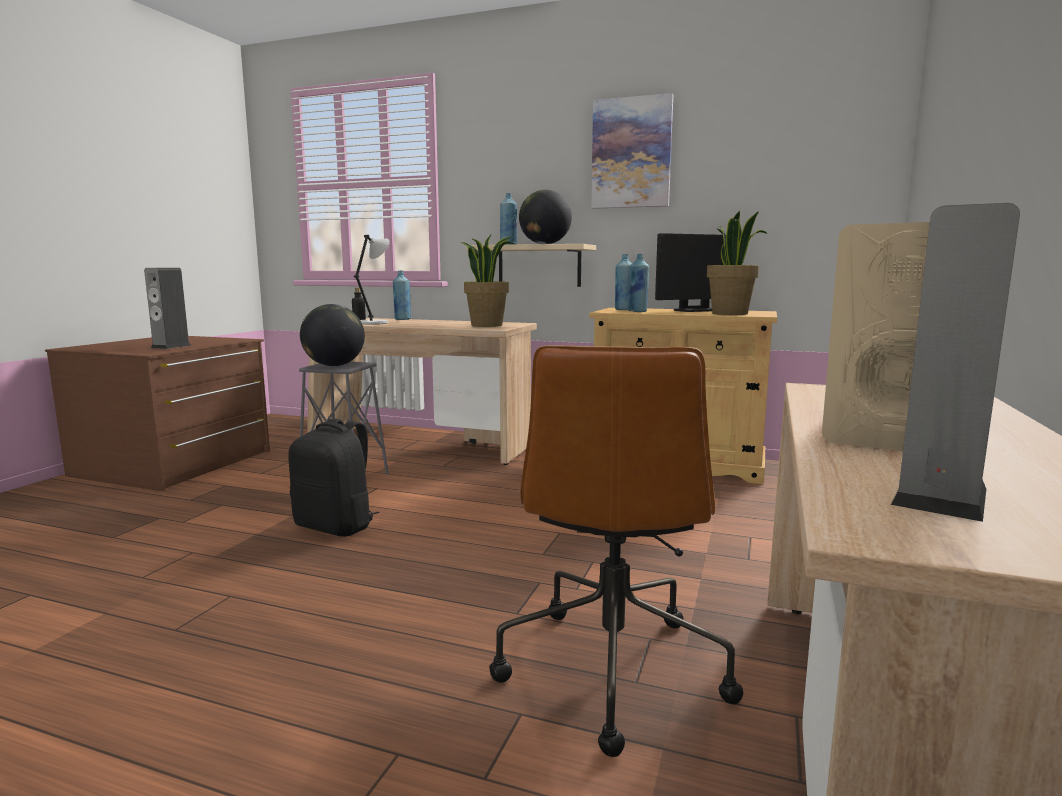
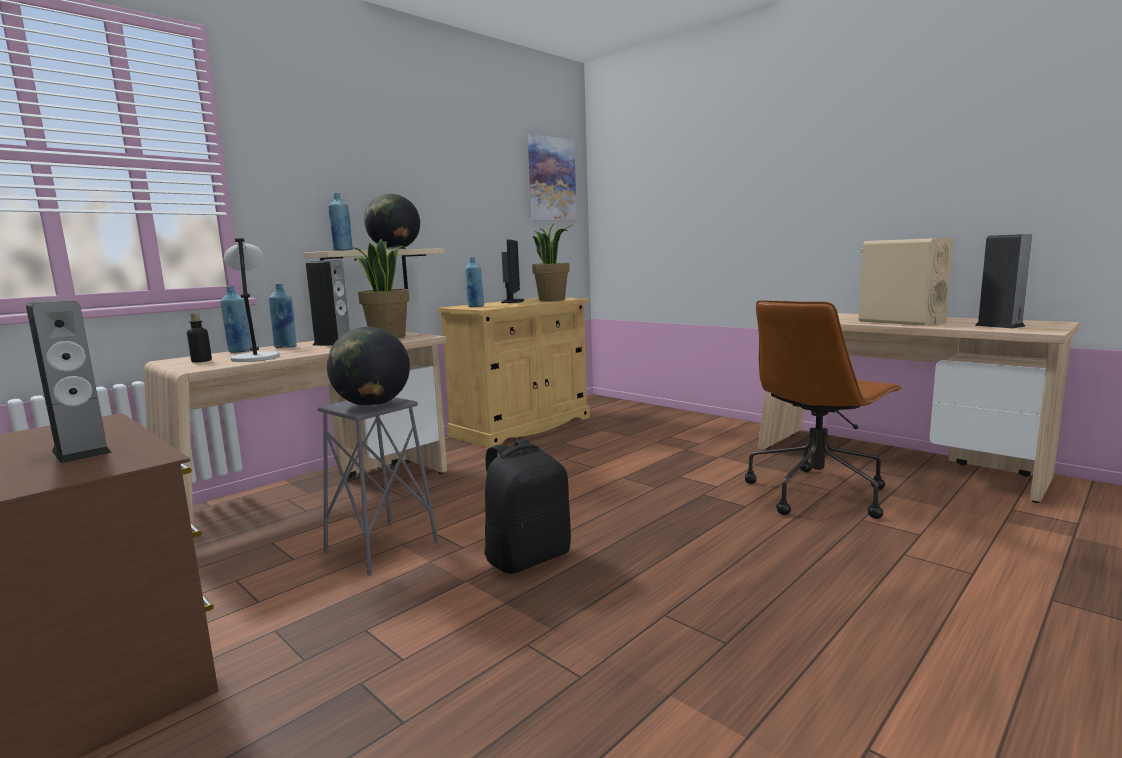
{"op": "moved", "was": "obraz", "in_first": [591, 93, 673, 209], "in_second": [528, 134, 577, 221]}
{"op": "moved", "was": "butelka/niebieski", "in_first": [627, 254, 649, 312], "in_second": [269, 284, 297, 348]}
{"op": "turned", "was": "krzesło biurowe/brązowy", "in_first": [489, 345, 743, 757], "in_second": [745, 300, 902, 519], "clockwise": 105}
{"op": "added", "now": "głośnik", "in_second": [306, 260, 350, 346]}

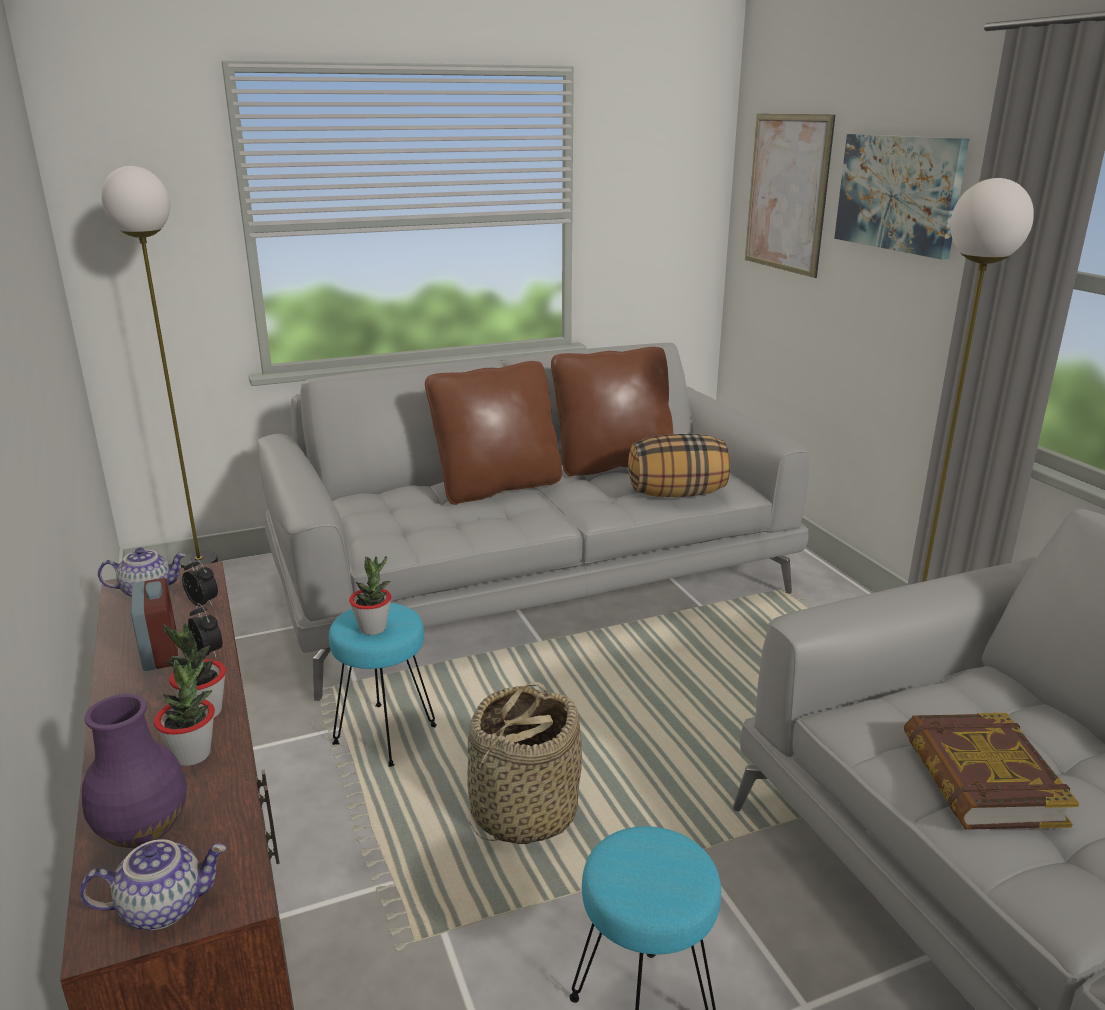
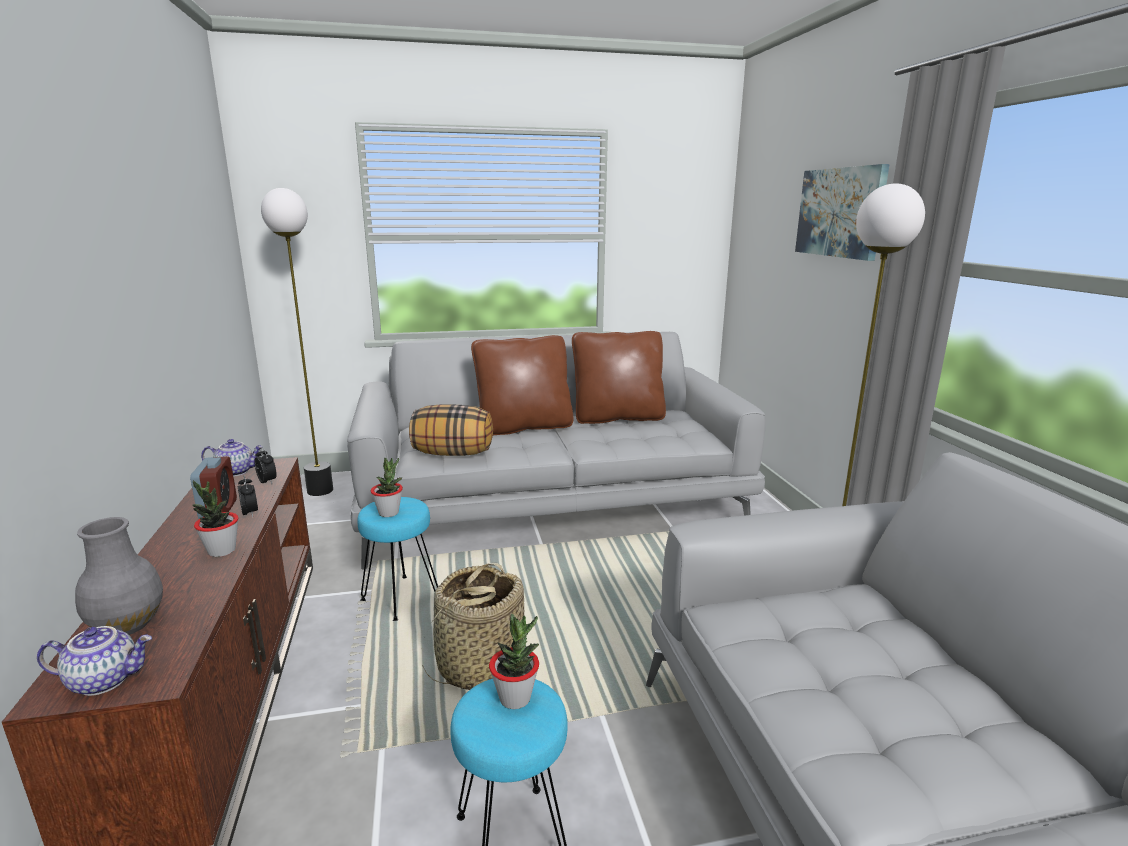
{"op": "removed", "was": "obraz", "in_first": [745, 114, 835, 278]}
{"op": "moved", "was": "poduszka", "in_first": [628, 434, 730, 497], "in_second": [409, 404, 493, 456]}
{"op": "moved", "was": "roślina doniczkowa", "in_first": [154, 659, 215, 766], "in_second": [489, 614, 539, 709]}
{"op": "recoloured", "was": "wazon/fioletowy", "now": "wazon/szary", "in_first": [82, 694, 187, 848], "in_second": [75, 517, 163, 635]}
{"op": "removed", "was": "książka", "in_first": [904, 713, 1079, 830]}

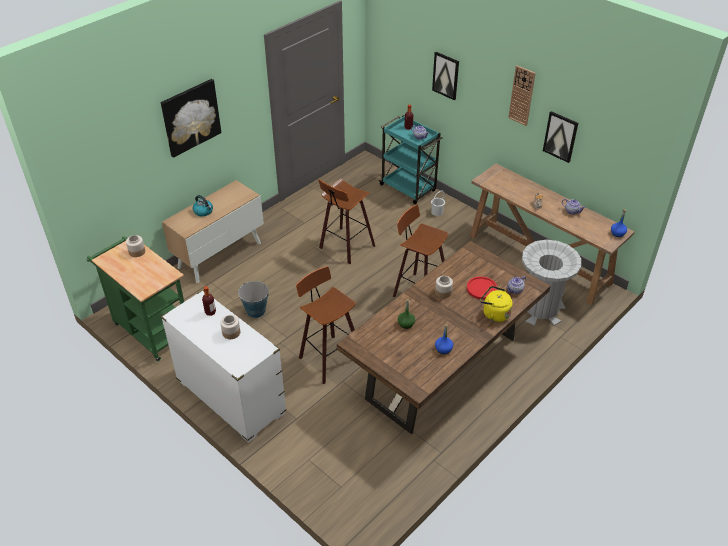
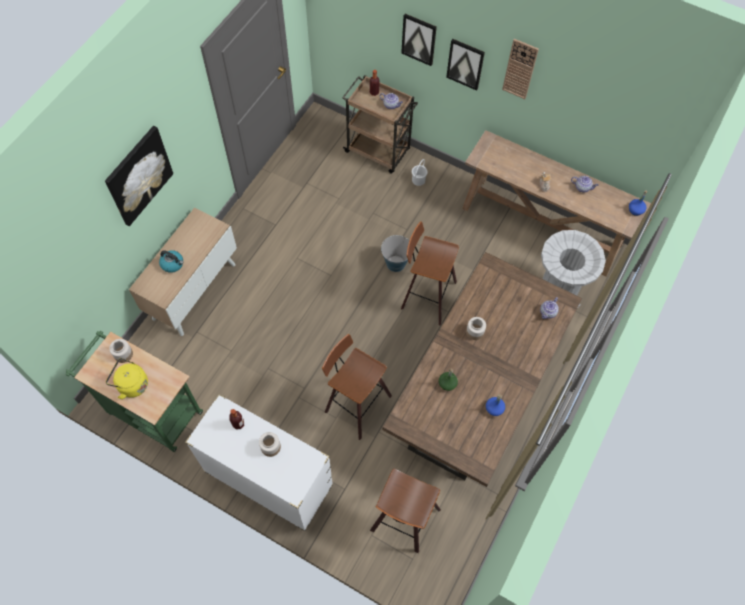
{"op": "moved", "was": "obraz", "in_first": [543, 111, 578, 163], "in_second": [446, 39, 485, 91]}
{"op": "recoloured", "was": "wózek/turkusowy", "now": "wózek/brązowy", "in_first": [378, 115, 443, 204], "in_second": [342, 75, 418, 173]}
{"op": "moved", "was": "stołek", "in_first": [318, 179, 375, 264], "in_second": [370, 469, 441, 553]}
{"op": "removed", "was": "talerz/czerwony", "in_first": [467, 276, 497, 300]}
{"op": "moved", "was": "wiadro", "in_first": [238, 281, 270, 318], "in_second": [381, 235, 409, 272]}
{"op": "moved", "was": "czajnik/żółty", "in_first": [480, 286, 513, 322], "in_second": [106, 358, 148, 399]}

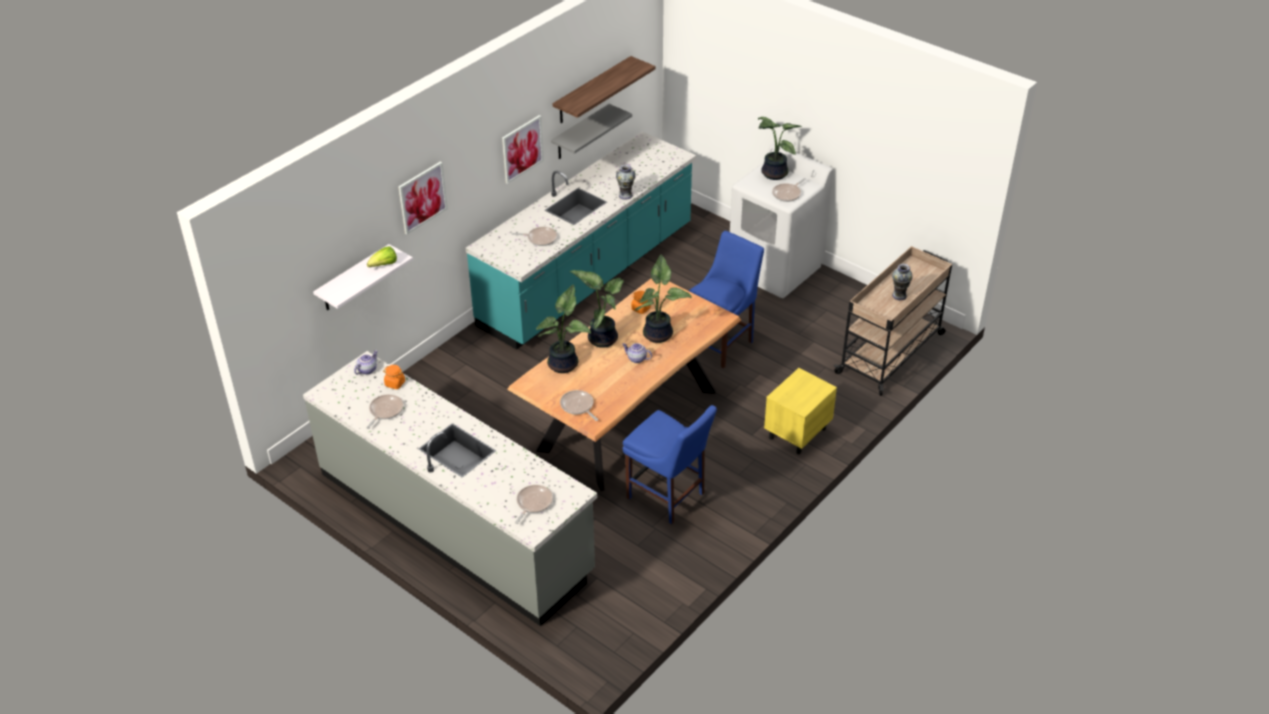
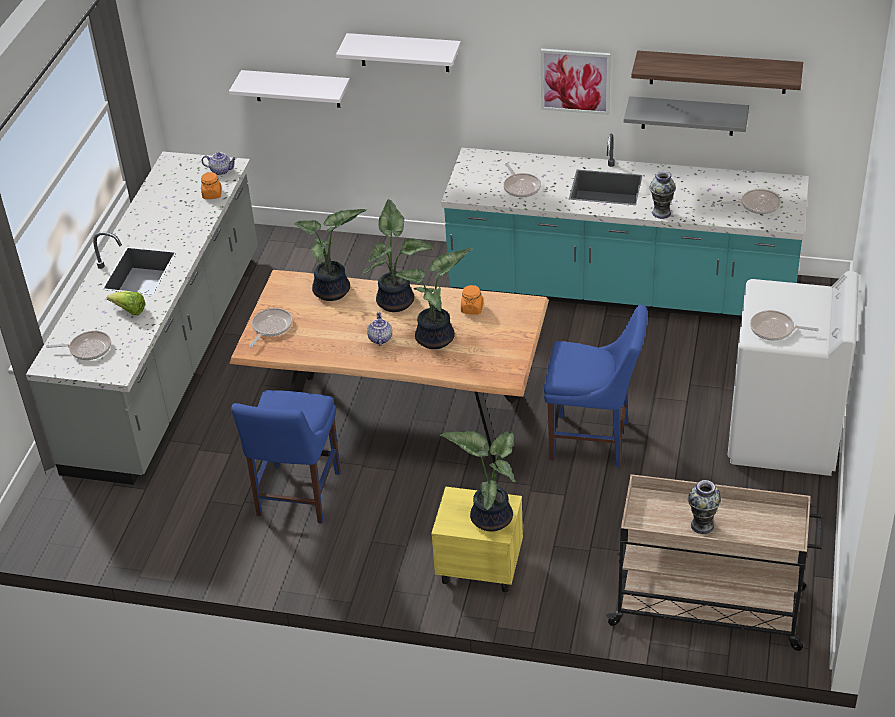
{"op": "moved", "was": "roślina doniczkowa", "in_first": [758, 117, 802, 180], "in_second": [440, 431, 516, 532]}
{"op": "replaced", "was": "obraz", "now": "półka/biały", "in_first": [398, 161, 448, 235], "in_second": [336, 33, 461, 72]}
{"op": "moved", "was": "sałata", "in_first": [367, 246, 397, 267], "in_second": [107, 291, 145, 315]}
{"op": "moved", "was": "patelnia", "in_first": [366, 394, 404, 429], "in_second": [721, 189, 781, 214]}

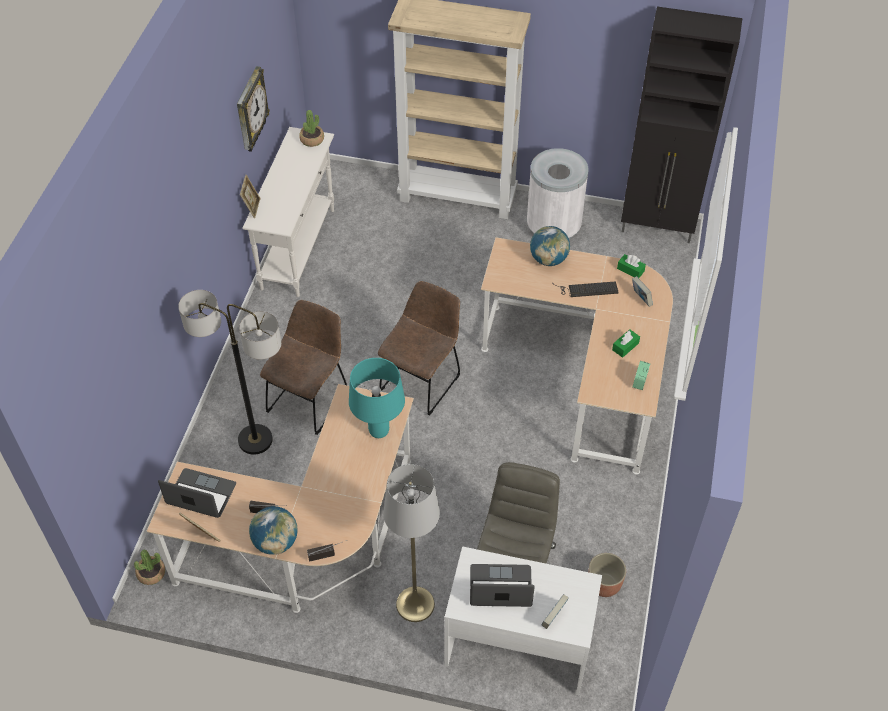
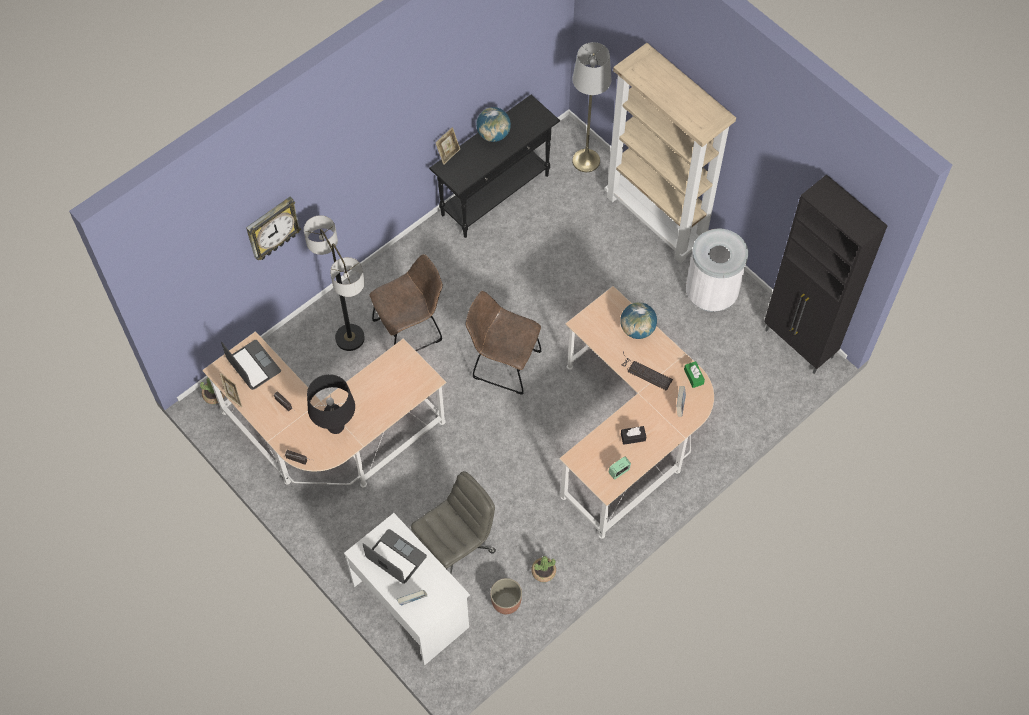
{"op": "moved", "was": "zegar ścienny", "in_first": [237, 66, 270, 152], "in_second": [246, 196, 301, 260]}
{"op": "moved", "was": "roślina doniczkowa", "in_first": [300, 110, 324, 147], "in_second": [531, 556, 556, 582]}
{"op": "recoloured", "was": "stolik konsolowy/biały", "now": "stolik konsolowy/czarny", "in_first": [242, 127, 334, 297], "in_second": [429, 95, 560, 238]}
{"op": "turned", "was": "krzesło/brązowy", "in_first": [378, 281, 460, 415], "in_second": [465, 291, 541, 395], "clockwise": -135}
{"op": "recoloured", "was": "pudełko chusteczek/zielony", "now": "pudełko chusteczek/czarny", "in_first": [612, 329, 640, 358], "in_second": [621, 426, 646, 445]}
{"op": "removed", "was": "lampa stołowa/turkusowy", "in_first": [349, 358, 405, 438]}
{"op": "moved", "was": "lampa stojąca/szary", "in_first": [384, 464, 440, 622], "in_second": [572, 42, 611, 172]}
{"op": "moved", "was": "globus", "in_first": [249, 506, 298, 555], "in_second": [476, 107, 511, 142]}
{"op": "added", "now": "lampa stołowa/czarny", "in_second": [307, 374, 355, 434]}

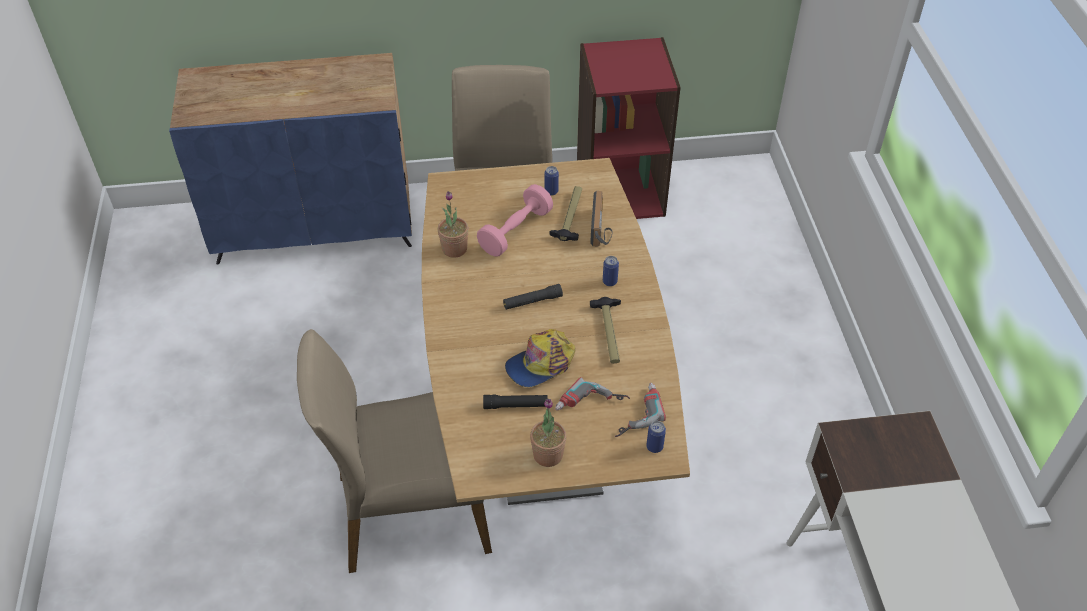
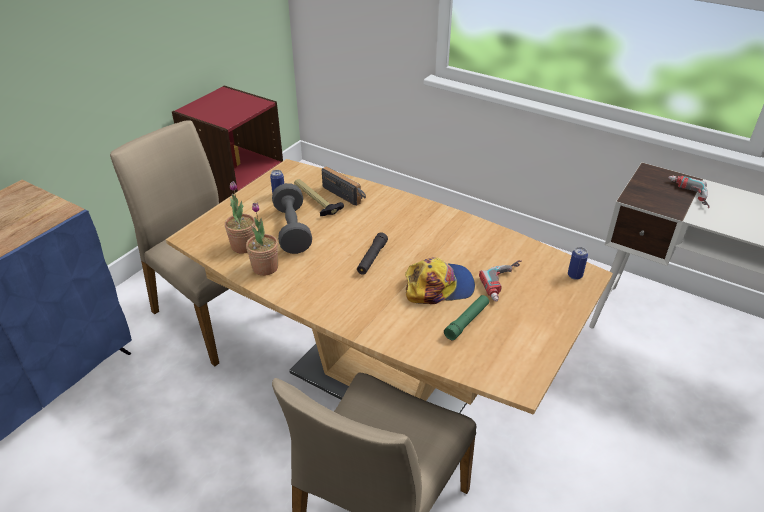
{"op": "recoloured", "was": "hantel/różowy", "now": "hantel/szary", "in_first": [477, 184, 553, 256], "in_second": [272, 183, 312, 254]}
{"op": "removed", "was": "puszka", "in_first": [603, 256, 619, 286]}
{"op": "removed", "was": "młotek", "in_first": [590, 297, 621, 363]}
{"op": "turned", "was": "czapka z daszkiem", "in_first": [505, 329, 576, 387], "in_second": [405, 257, 475, 304], "clockwise": -105}
{"op": "moved", "was": "wiertarka", "in_first": [615, 383, 666, 437], "in_second": [668, 176, 710, 209]}
{"op": "recoloured", "was": "latarka/czarny", "now": "latarka/zielony", "in_first": [483, 395, 548, 409], "in_second": [444, 295, 489, 340]}
{"op": "moved", "was": "roślina doniczkowa", "in_first": [530, 399, 567, 467], "in_second": [225, 181, 256, 253]}

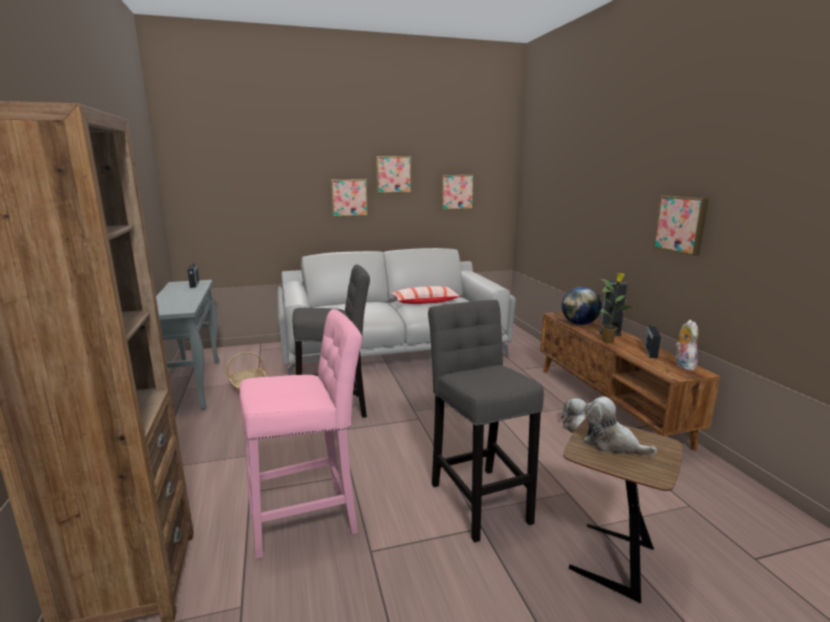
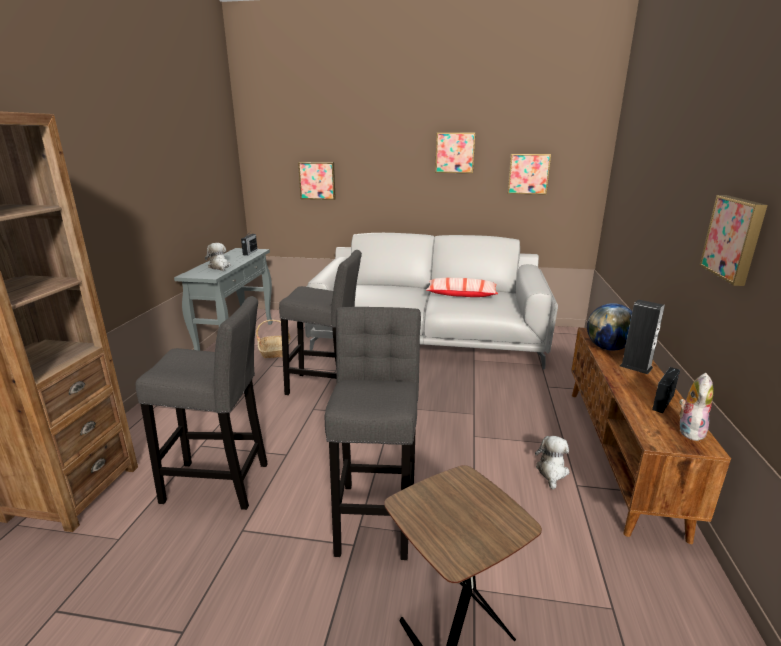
{"op": "moved", "was": "obraz", "in_first": [331, 180, 368, 217], "in_second": [298, 162, 336, 200]}
{"op": "removed", "was": "roślina doniczkowa", "in_first": [597, 273, 635, 343]}
{"op": "recoloured", "was": "stołek/różowy", "now": "stołek/szary", "in_first": [240, 309, 362, 559], "in_second": [136, 296, 268, 510]}
{"op": "moved", "was": "pluszak", "in_first": [584, 397, 657, 456], "in_second": [205, 243, 231, 271]}

